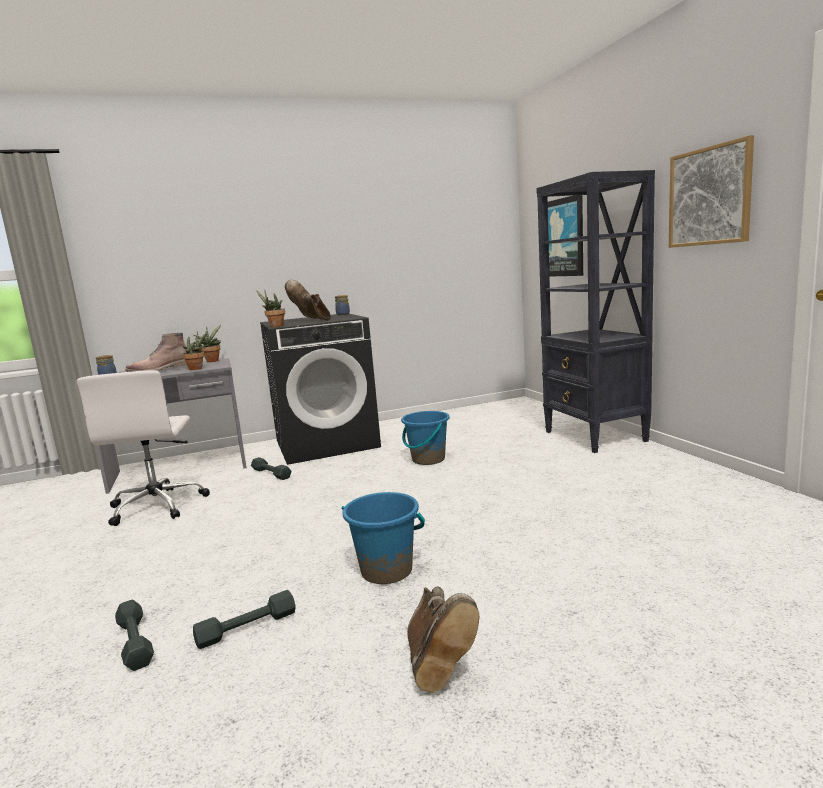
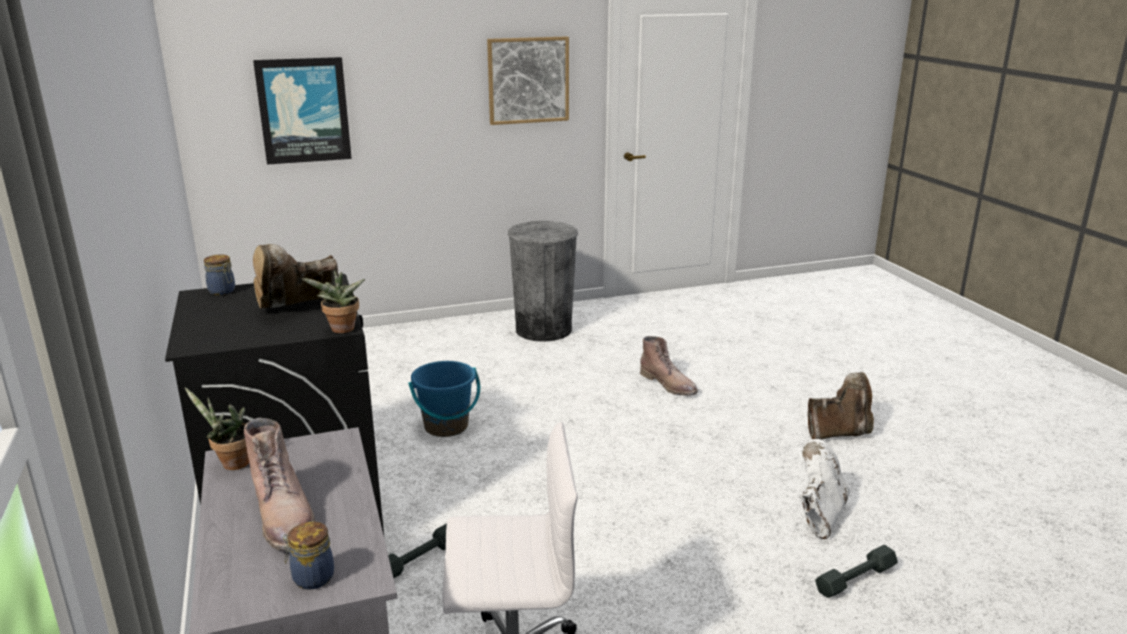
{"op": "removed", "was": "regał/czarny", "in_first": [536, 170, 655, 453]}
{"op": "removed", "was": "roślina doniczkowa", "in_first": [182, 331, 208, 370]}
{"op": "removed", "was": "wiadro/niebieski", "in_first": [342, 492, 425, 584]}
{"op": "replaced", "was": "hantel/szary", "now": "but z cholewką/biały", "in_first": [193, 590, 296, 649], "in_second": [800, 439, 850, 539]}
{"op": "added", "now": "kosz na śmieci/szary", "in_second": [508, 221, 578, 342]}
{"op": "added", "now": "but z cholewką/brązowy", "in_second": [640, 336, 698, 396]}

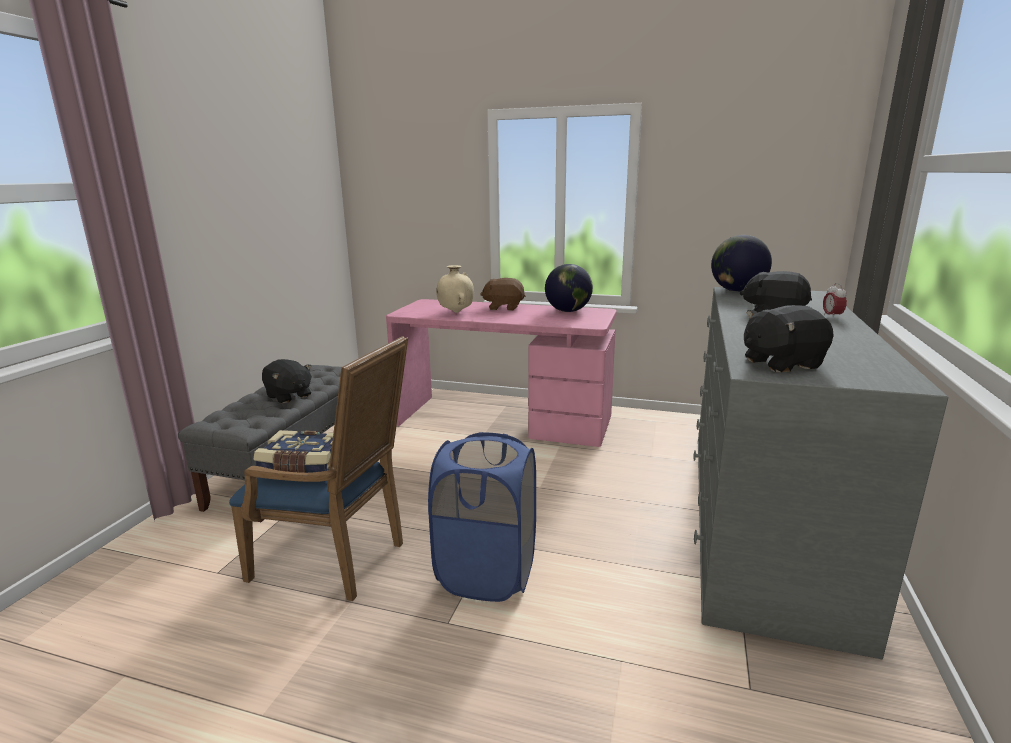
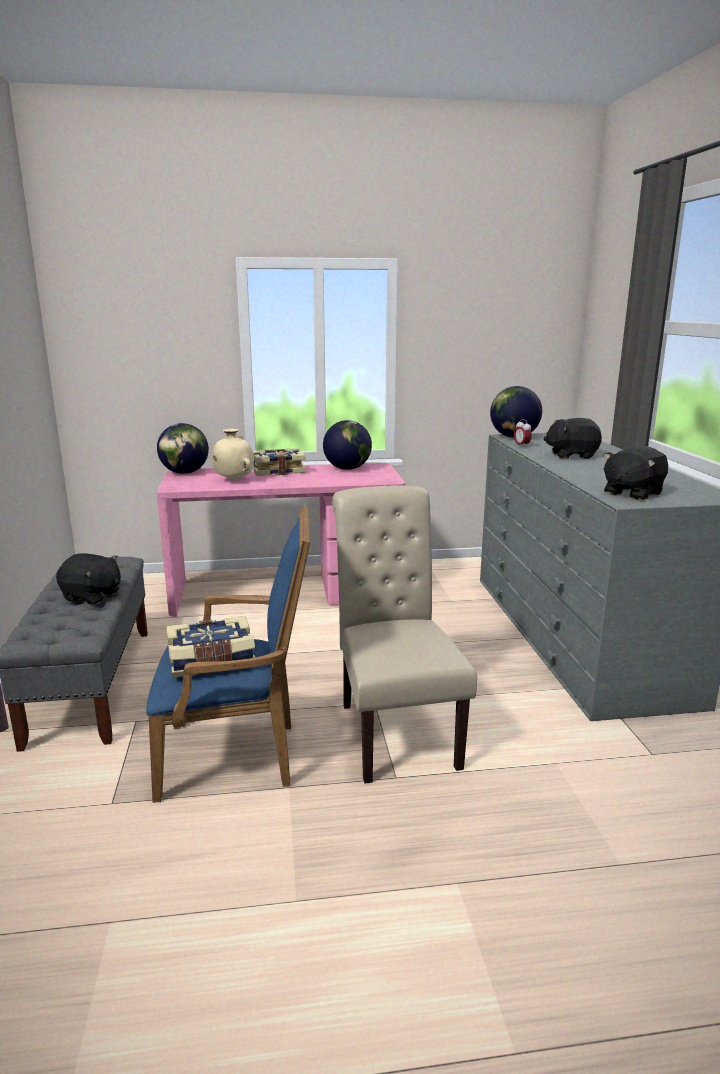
{"op": "replaced", "was": "pluszak/brązowy", "now": "książka", "in_first": [480, 278, 525, 311], "in_second": [252, 448, 306, 476]}
{"op": "moved", "was": "budzik", "in_first": [823, 283, 847, 319], "in_second": [514, 419, 532, 448]}
{"op": "replaced", "was": "kosz na pranie/niebieski", "now": "krzesło/beżowy", "in_first": [428, 432, 536, 602], "in_second": [332, 485, 477, 784]}
{"op": "added", "now": "globus", "in_second": [157, 423, 209, 474]}

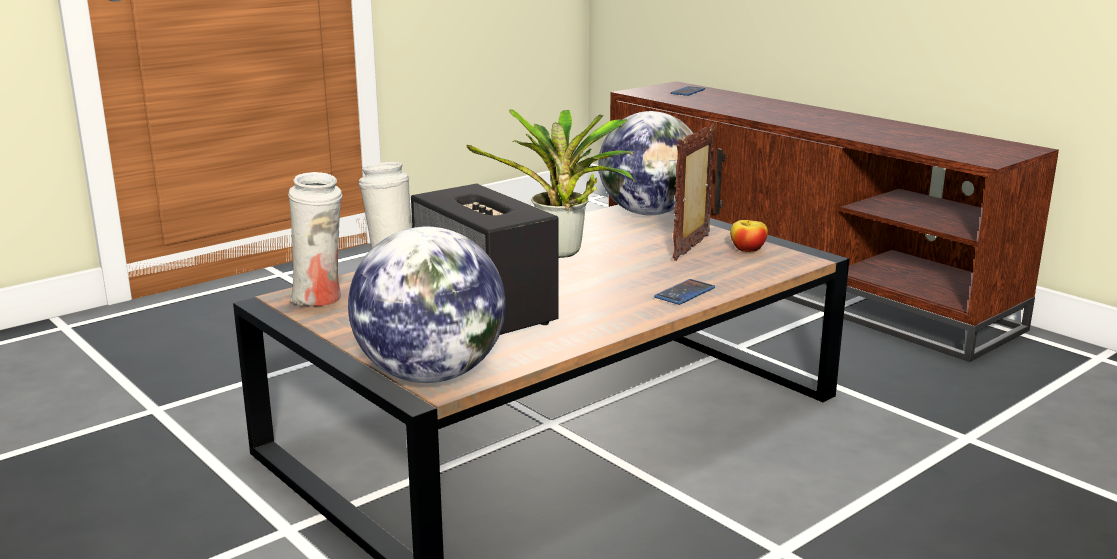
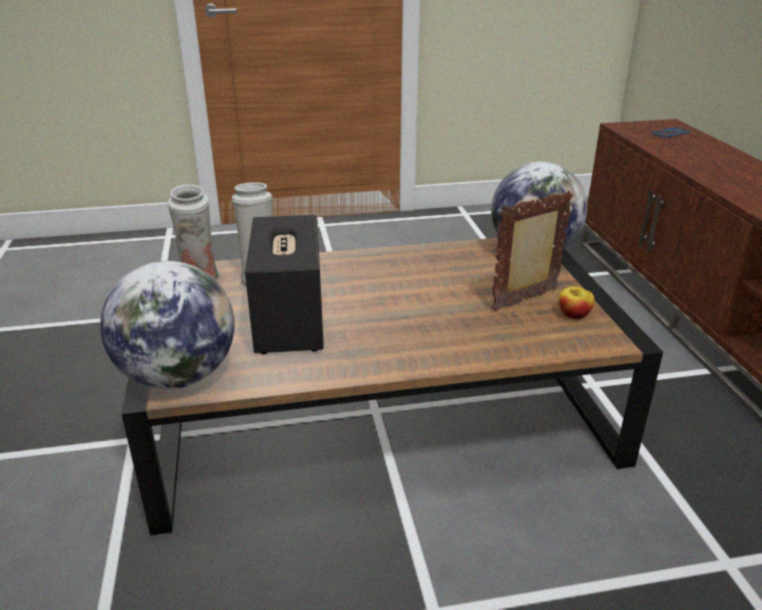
{"op": "removed", "was": "roślina doniczkowa", "in_first": [467, 109, 635, 258]}
{"op": "removed", "was": "telefon", "in_first": [654, 279, 715, 305]}

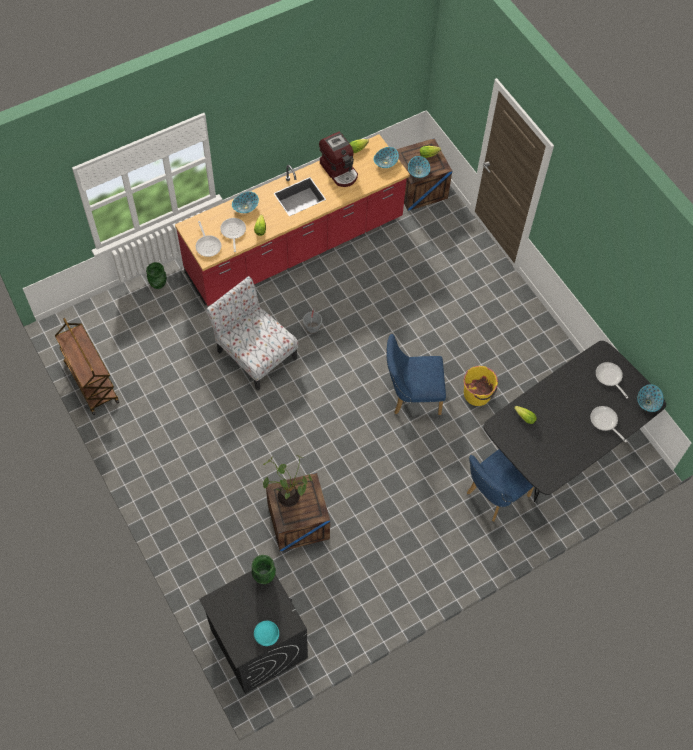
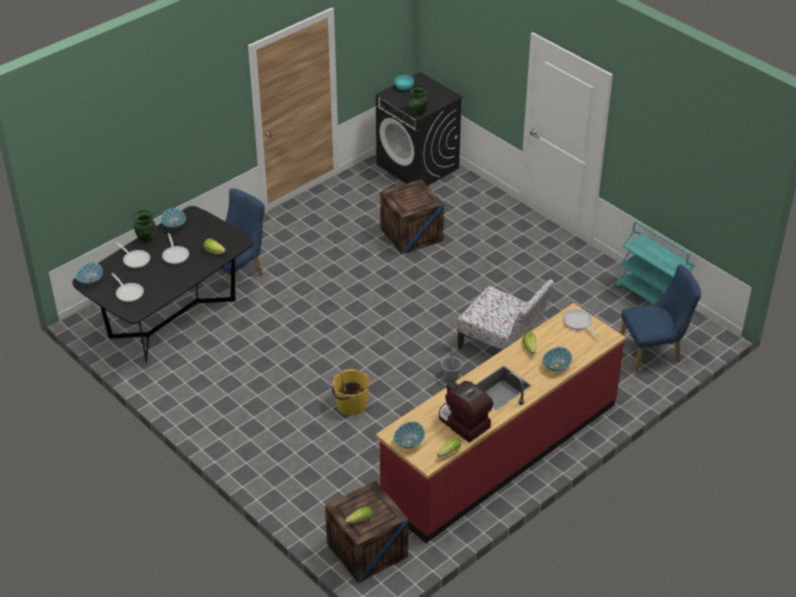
{"op": "moved", "was": "miska", "in_first": [408, 156, 430, 178], "in_second": [161, 208, 186, 229]}
{"op": "moved", "was": "patelnia", "in_first": [220, 218, 246, 252], "in_second": [162, 233, 189, 264]}
{"op": "moved", "was": "wazon/zielony", "in_first": [146, 262, 167, 289], "in_second": [133, 210, 156, 243]}
{"op": "recoloured", "was": "wózek/brązowy", "now": "wózek/turkusowy", "in_first": [55, 318, 119, 415], "in_second": [615, 222, 695, 304]}
{"op": "moved", "was": "krzesło/niebieski", "in_first": [386, 334, 446, 415], "in_second": [620, 264, 701, 373]}
{"op": "moved", "was": "wiadro/żółty", "in_first": [464, 366, 498, 406], "in_second": [332, 369, 370, 415]}
{"op": "removed", "was": "roślina doniczkowa", "in_first": [263, 455, 312, 507]}

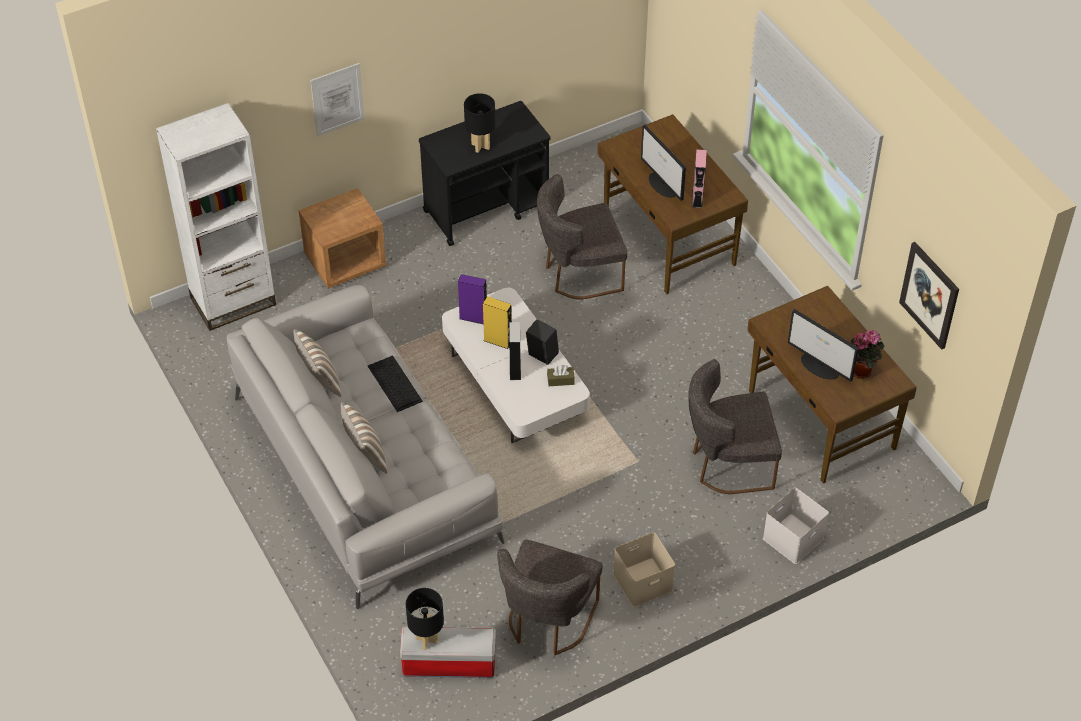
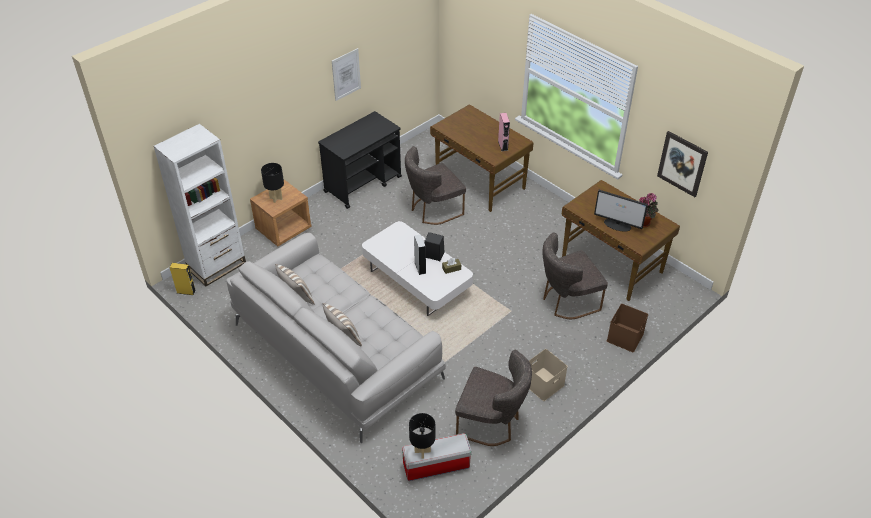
{"op": "moved", "was": "obraz", "in_first": [310, 63, 365, 136], "in_second": [332, 48, 361, 101]}
{"op": "moved", "was": "lampa stołowa/czarny", "in_first": [464, 93, 496, 153], "in_second": [261, 163, 284, 203]}
{"op": "removed", "was": "monitor", "in_first": [641, 125, 686, 201]}
{"op": "removed", "was": "głośnik/fioletowy", "in_first": [458, 274, 487, 324]}
{"op": "moved", "was": "głośnik/żółty", "in_first": [483, 296, 512, 349], "in_second": [170, 263, 196, 295]}
{"op": "removed", "was": "klawiatura", "in_first": [368, 355, 423, 412]}
{"op": "recoloured", "was": "pojemnik do przechowywania/biały", "now": "pojemnik do przechowywania/brązowy", "in_first": [763, 488, 829, 564], "in_second": [607, 304, 648, 352]}
{"op": "turned", "was": "krzesło/szary", "in_first": [497, 540, 603, 655], "in_second": [455, 350, 532, 446], "clockwise": -75}

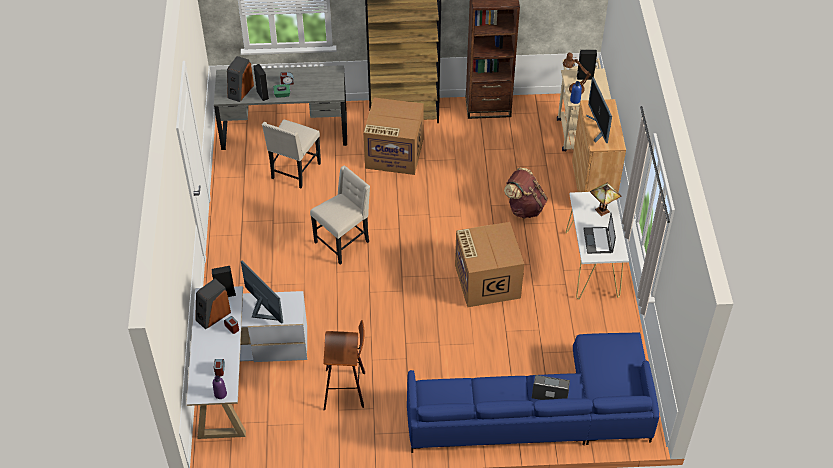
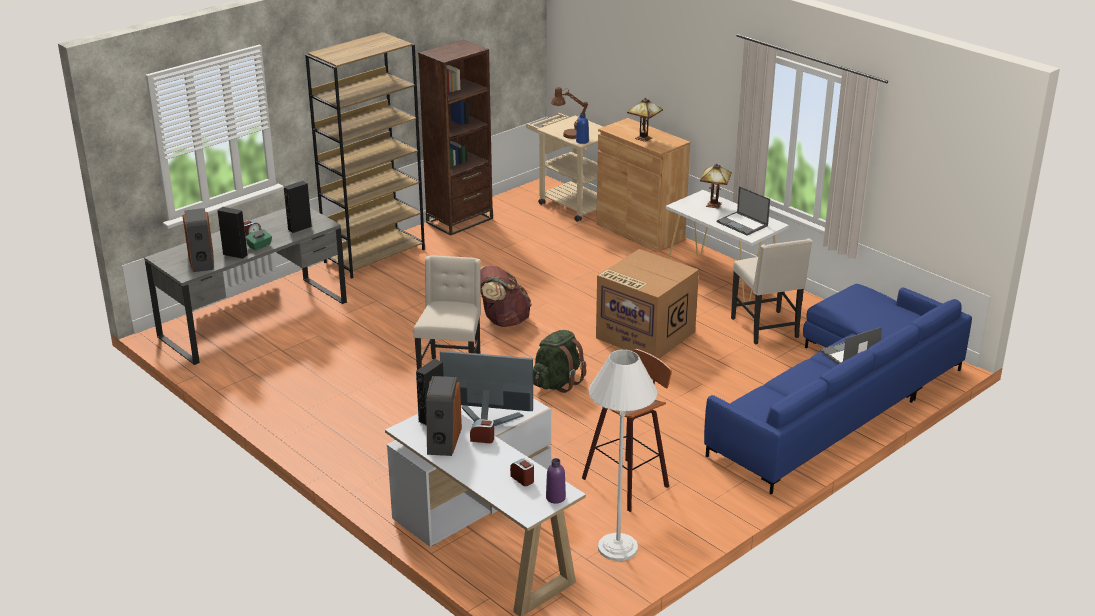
{"op": "moved", "was": "głośnik/czarny", "in_first": [577, 50, 597, 80], "in_second": [284, 181, 312, 233]}
{"op": "replaced", "was": "monitor", "now": "lampa stołowa", "in_first": [586, 77, 612, 143], "in_second": [627, 98, 663, 142]}
{"op": "removed", "was": "karton", "in_first": [364, 97, 424, 175]}
{"op": "moved", "was": "krzesło/beżowy", "in_first": [262, 120, 321, 188], "in_second": [731, 238, 812, 344]}
{"op": "moved", "was": "plecak/brązowy", "in_first": [504, 168, 548, 219], "in_second": [480, 265, 532, 327]}
{"op": "added", "now": "plecak/zielony", "in_second": [533, 330, 586, 393]}
{"op": "added", "now": "lampa stojąca/biały", "in_second": [588, 349, 657, 561]}

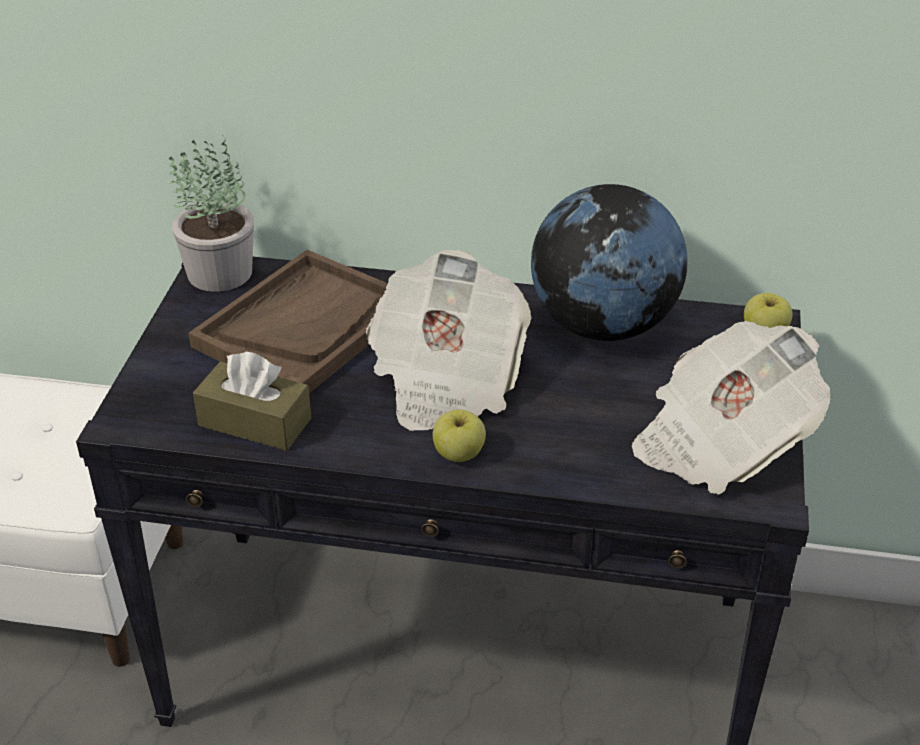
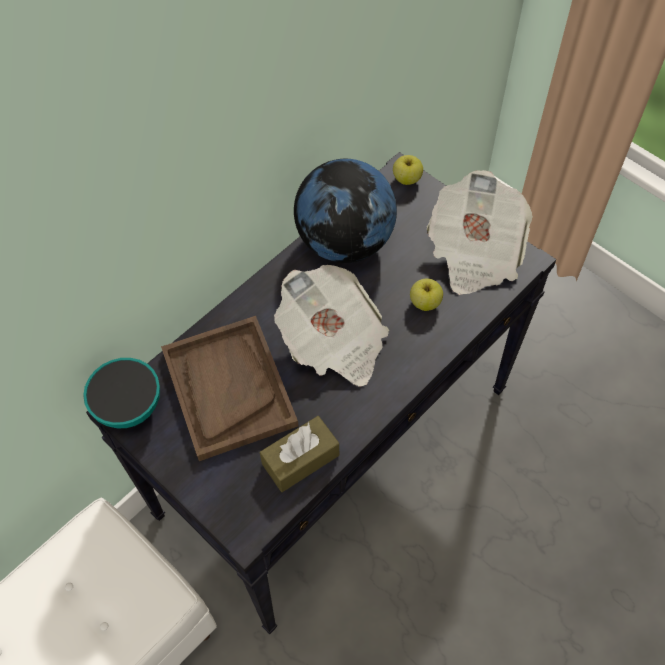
{"op": "replaced", "was": "roślina doniczkowa", "now": "miska", "in_first": [169, 135, 254, 292], "in_second": [83, 358, 160, 428]}
{"op": "moved", "was": "jabłko", "in_first": [433, 410, 486, 462], "in_second": [410, 279, 443, 311]}

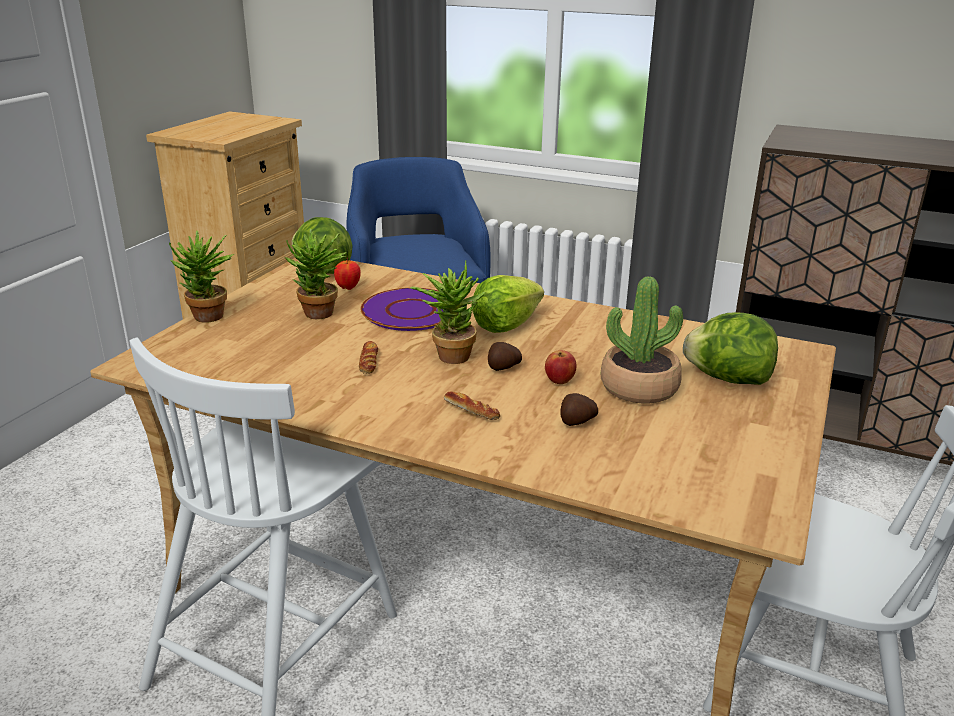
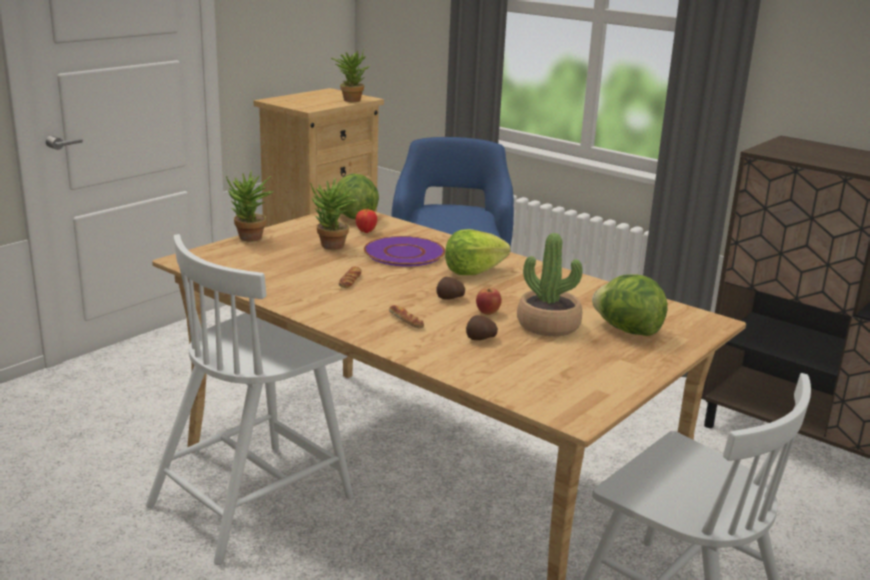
{"op": "moved", "was": "roślina doniczkowa", "in_first": [410, 261, 485, 364], "in_second": [331, 48, 370, 102]}

